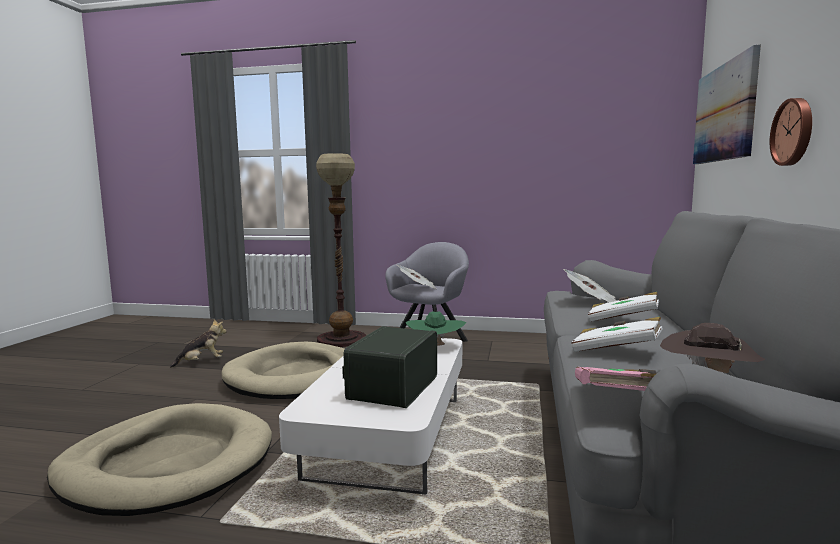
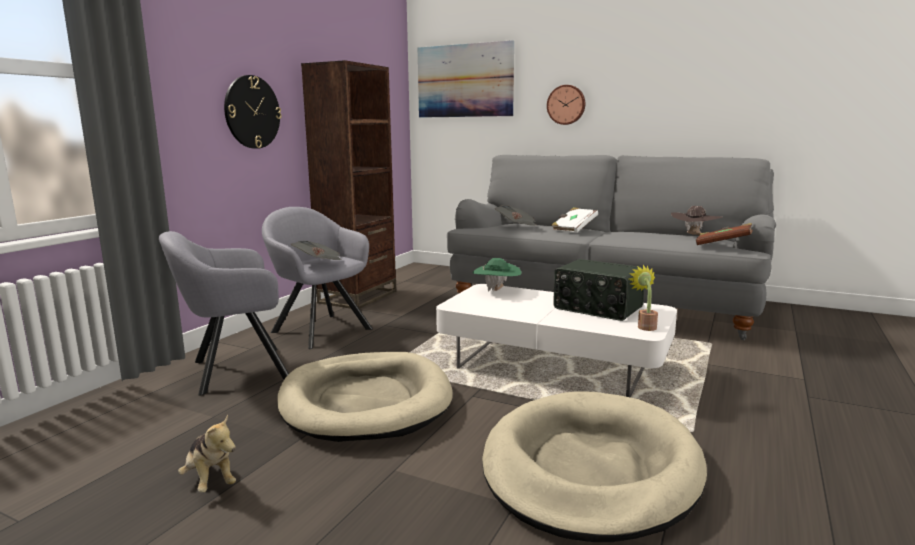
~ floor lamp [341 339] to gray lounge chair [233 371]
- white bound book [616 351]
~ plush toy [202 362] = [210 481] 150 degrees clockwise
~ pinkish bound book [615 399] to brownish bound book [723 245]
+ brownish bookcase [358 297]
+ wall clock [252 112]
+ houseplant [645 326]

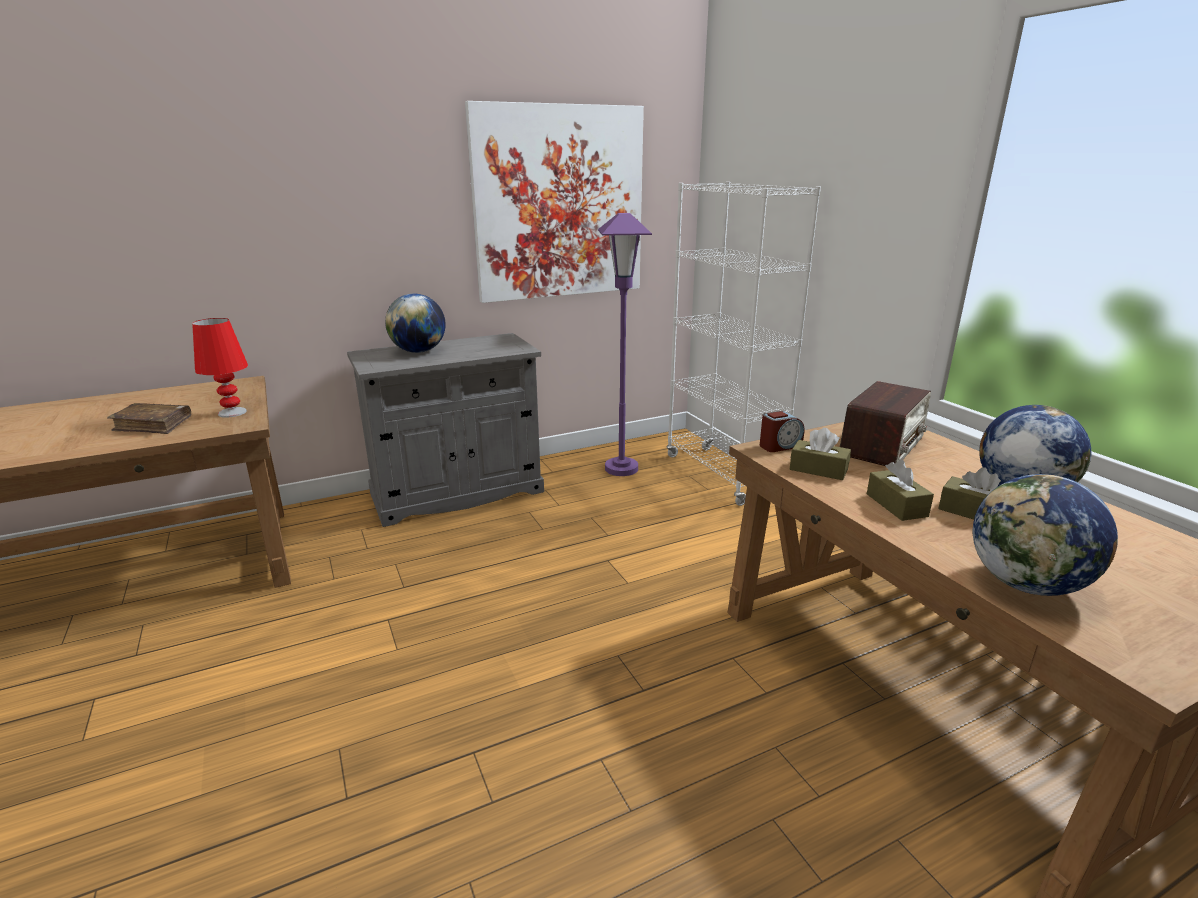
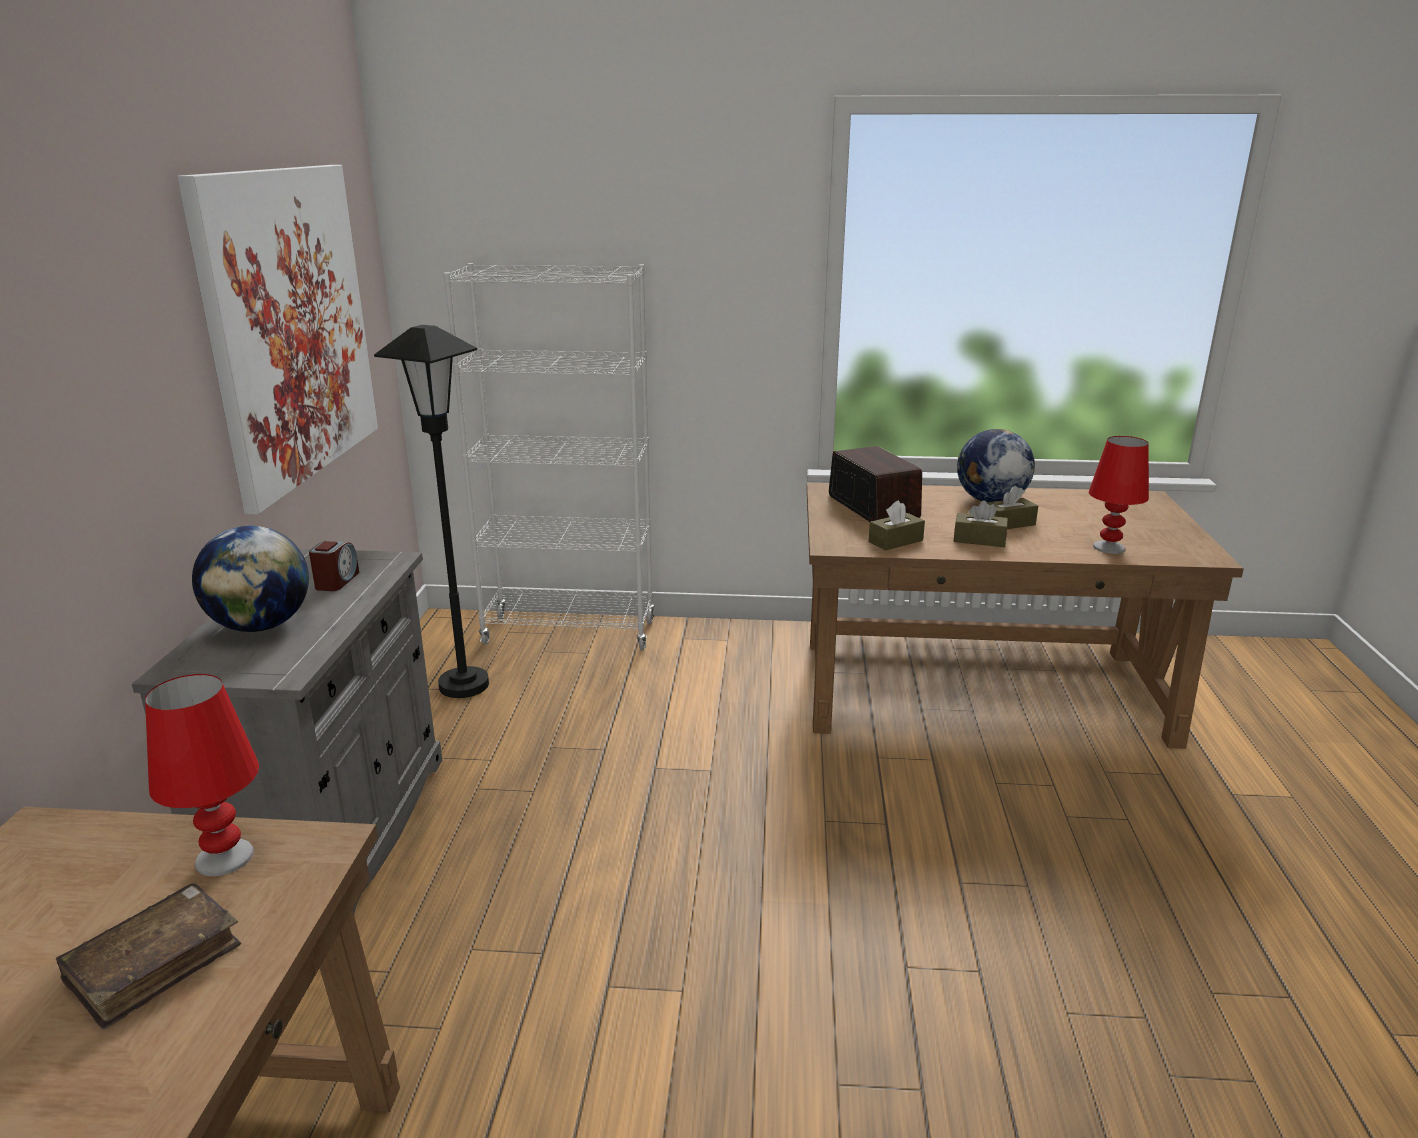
~ purple floor lamp [621 468] to black-coloured floor lamp [463 685]
~ bedside clock [780 446] to [337 581]
~ world globe [1027 584] to red-coloured tabletop lamp [1109 547]

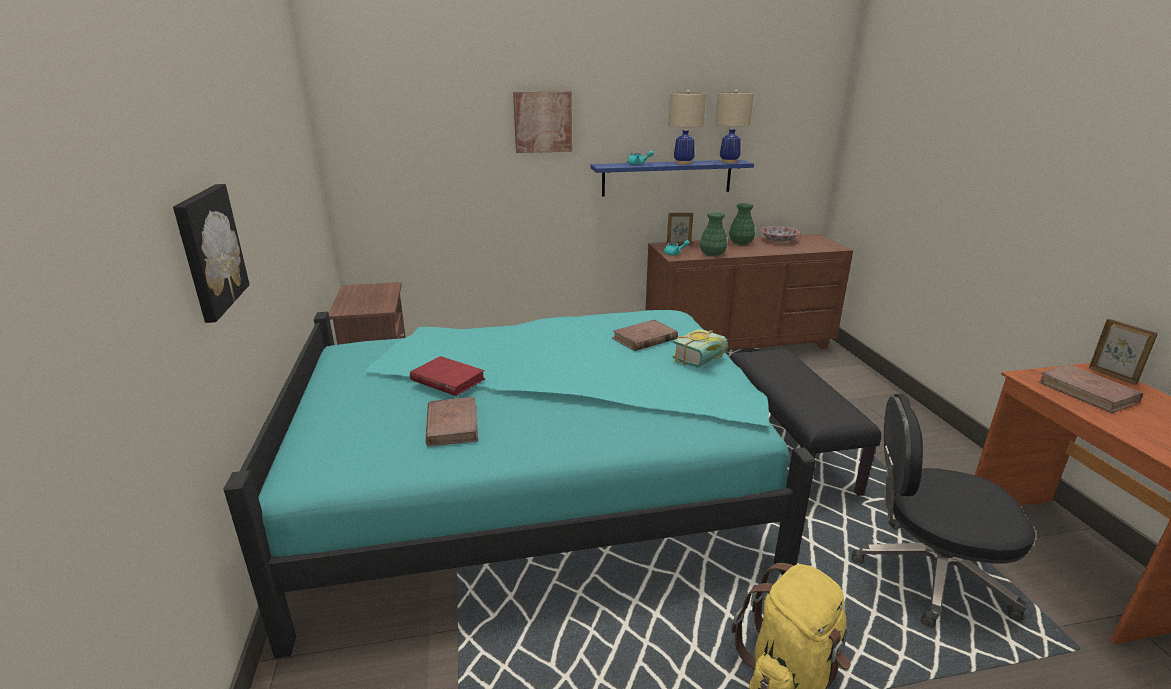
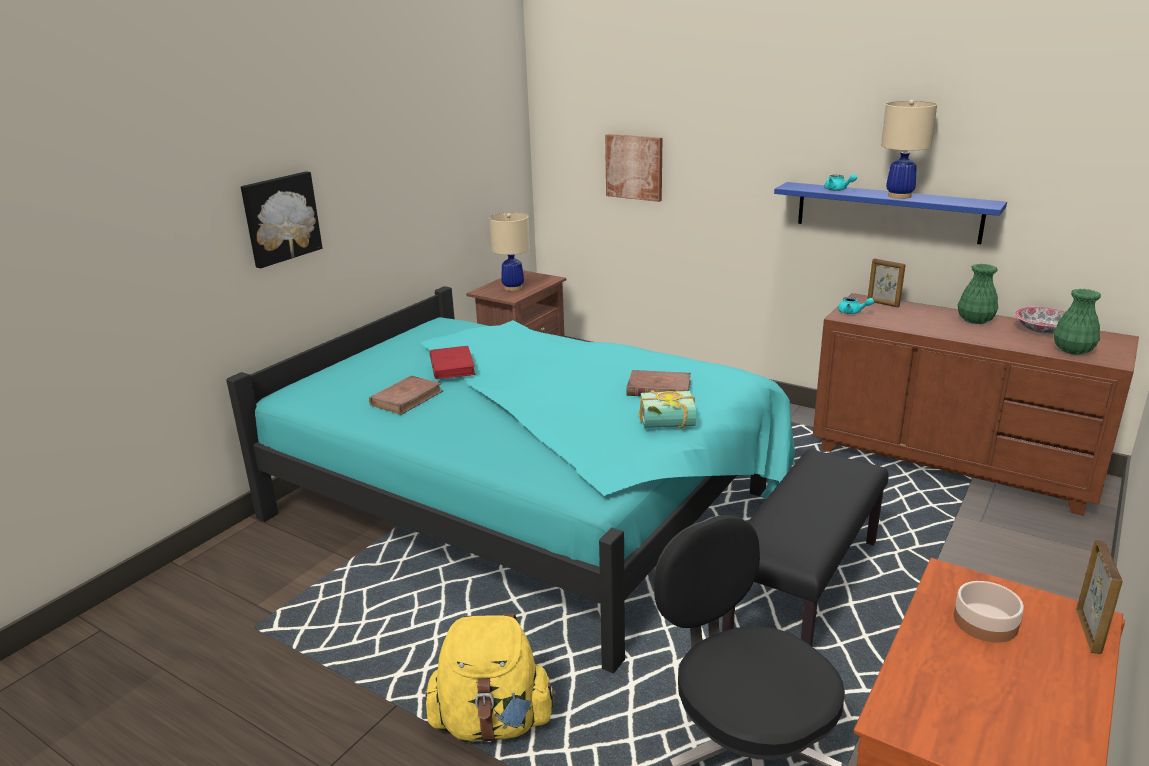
~ sand-coloured tabletop lamp [729 162] to [513 288]
~ picture [543 122] to [634 167]
~ greenish flower vase [712 254] to [1072 350]
~ brownish bound book [1087 392] to bowl [986 622]

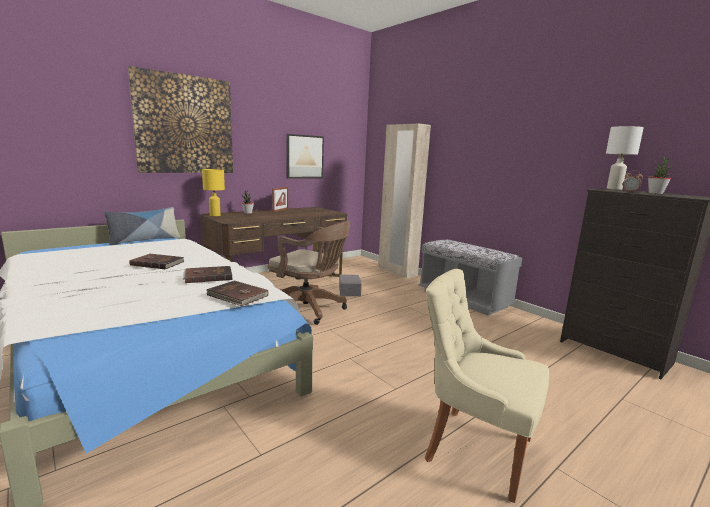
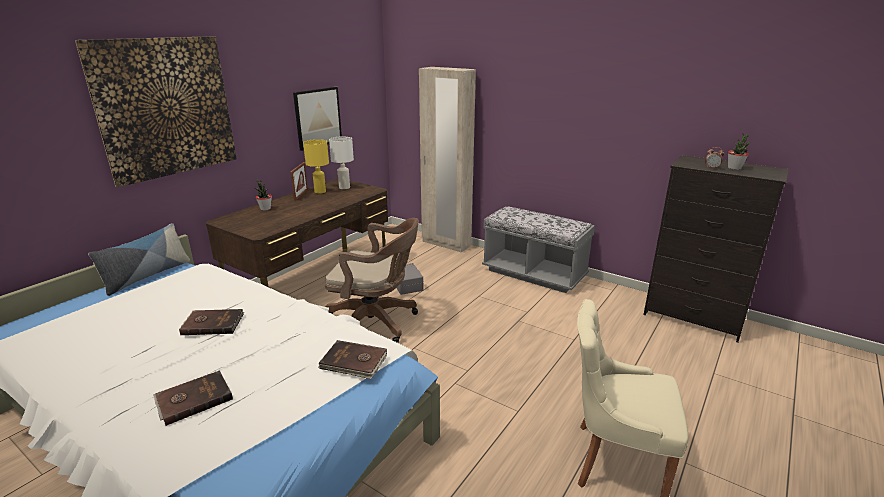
~ white tabletop lamp [614 189] to [344 187]
~ yellow-coloured tabletop lamp [214 215] to [319 191]
~ brownish bound book [208 276] to [193 399]

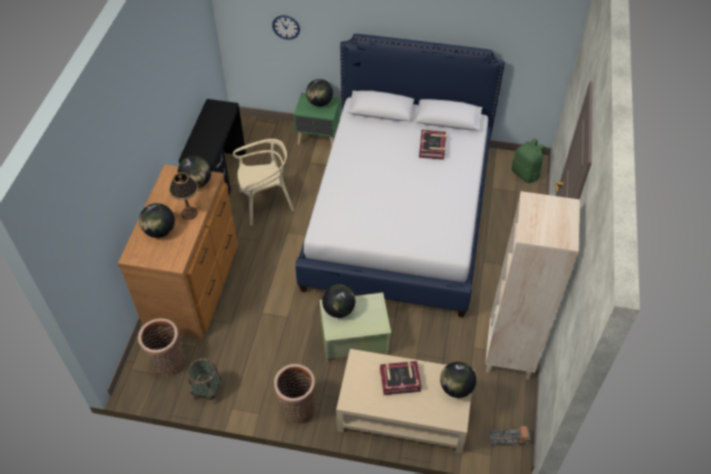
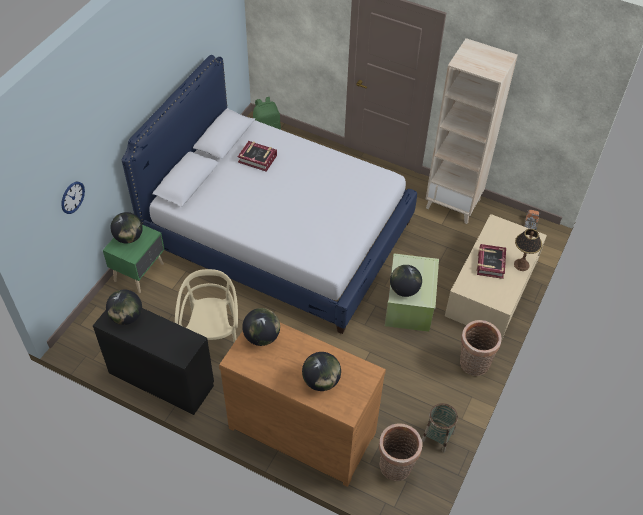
~ tabletop lamp [189 213] to [521 264]
~ world globe [456 388] to [126 317]

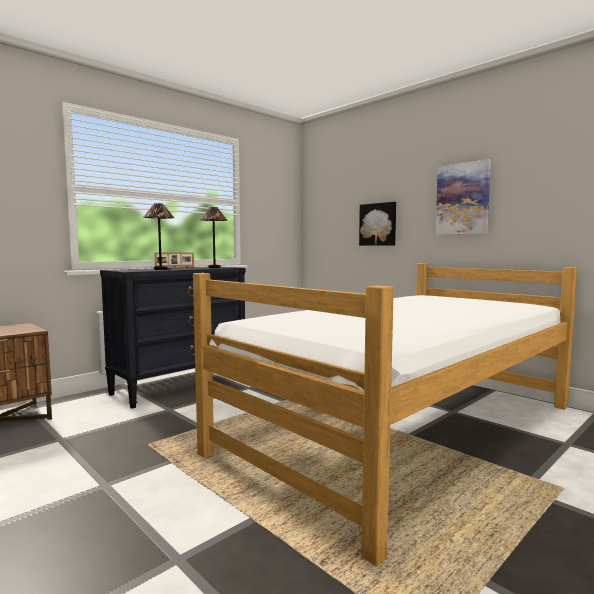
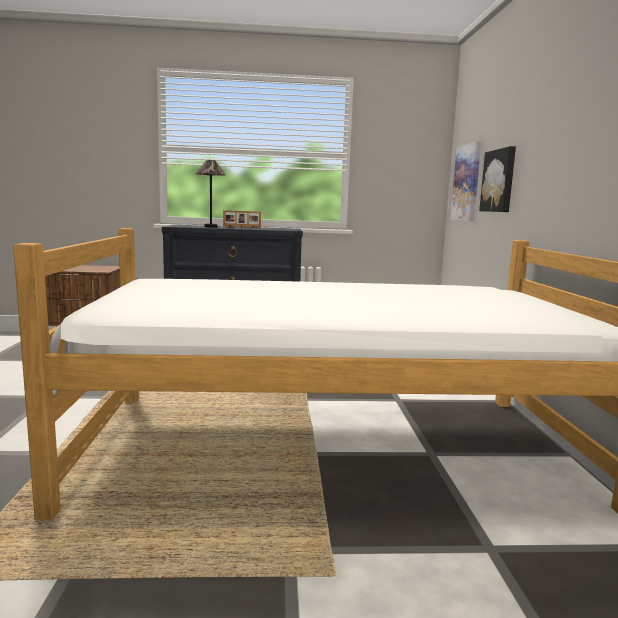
~ picture [462 199] to [467 183]
- tabletop lamp [214 267]

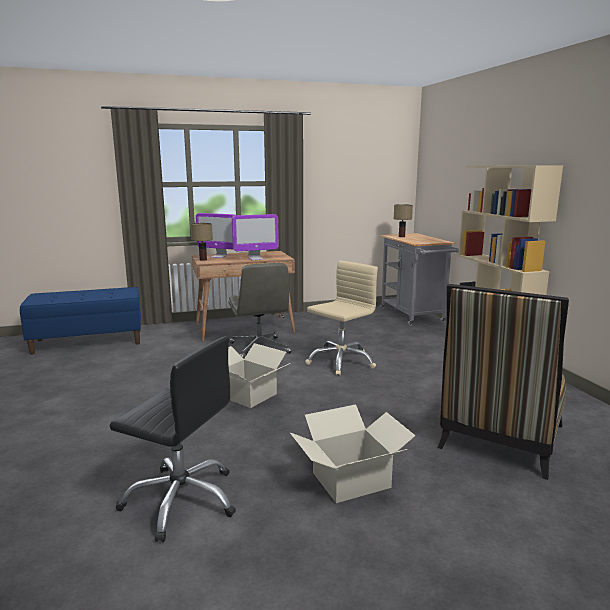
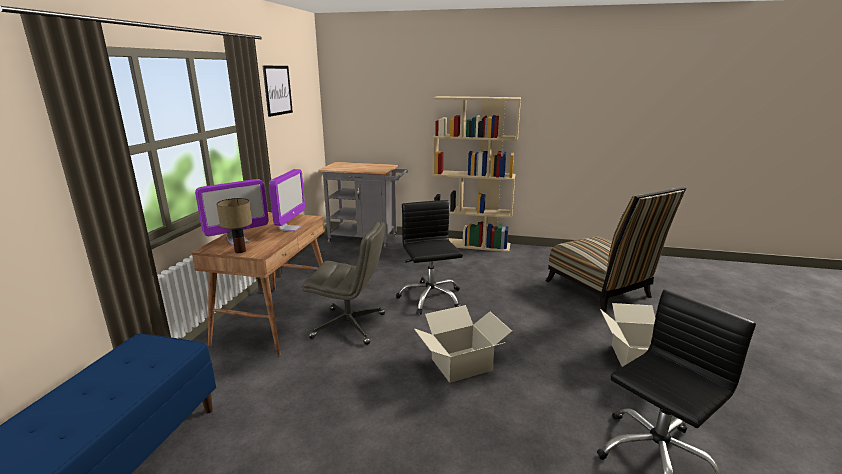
- tabletop lamp [402 236]
~ sand-coloured office chair [341 362] to black-coloured office chair [430 298]
+ picture [277 90]

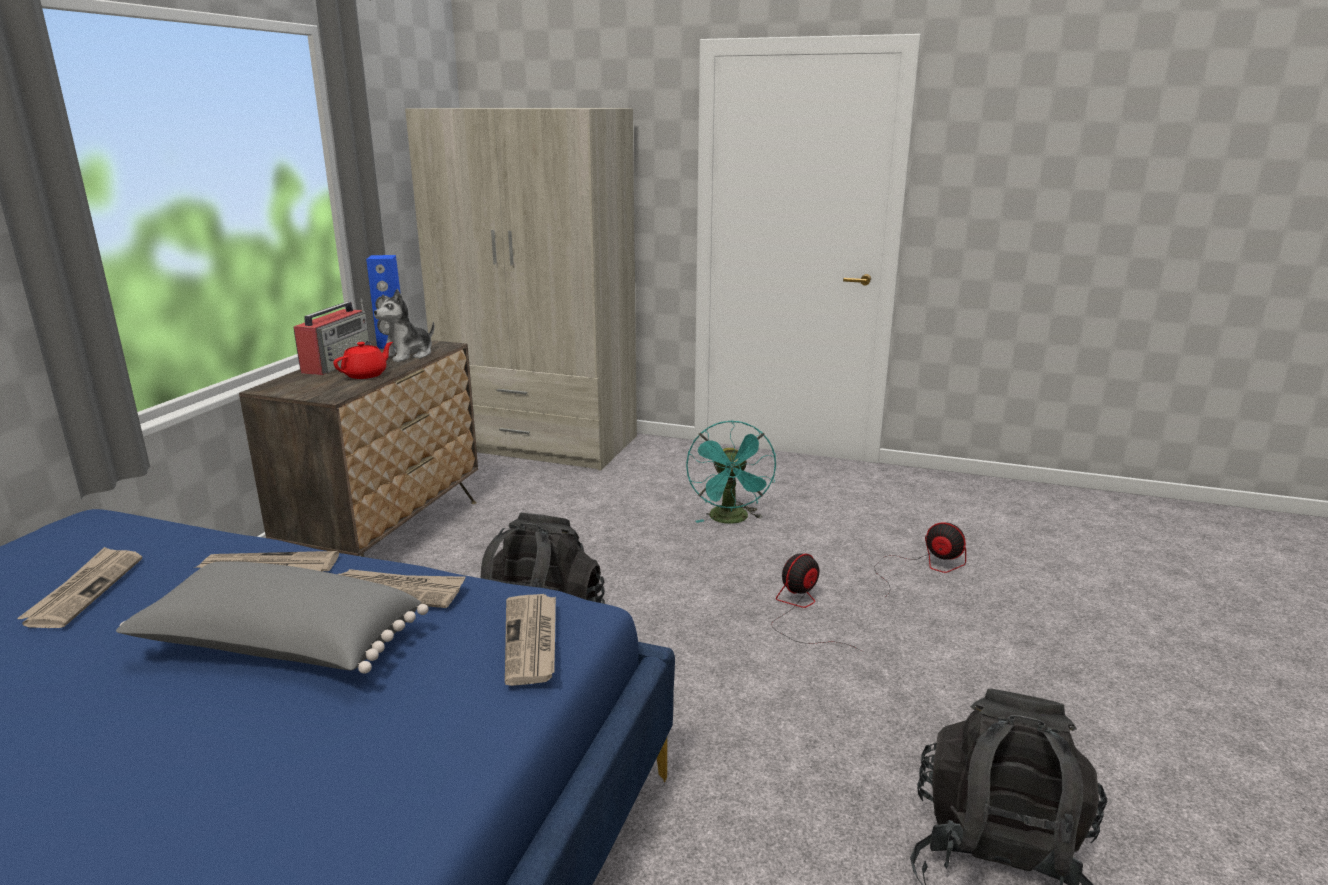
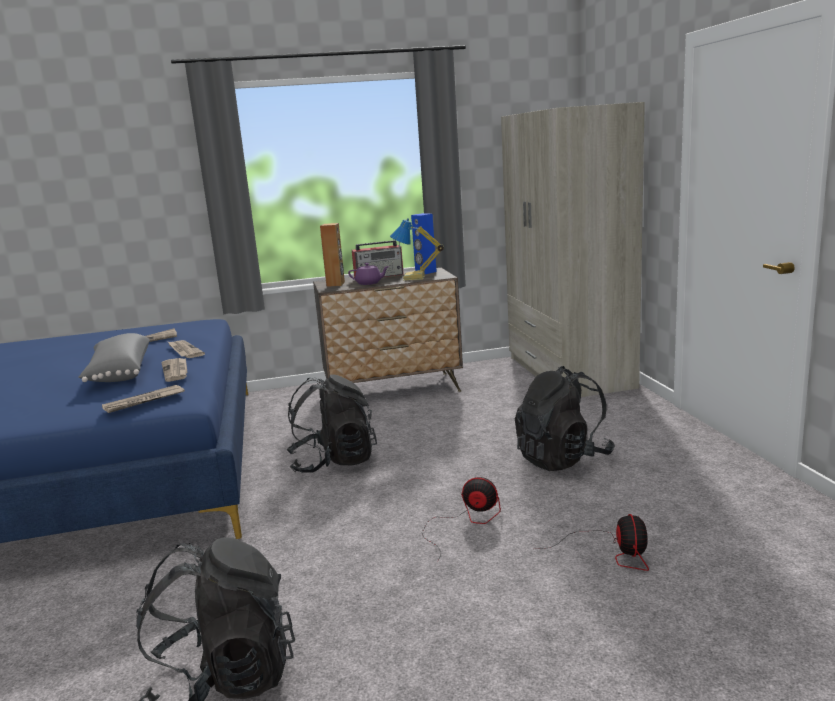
~ plush toy [408 355] to tabletop lamp [414 278]
~ red-coloured teapot [366 375] to purple teapot [369 283]
~ turquoise-coloured electric fan [731 520] to black-coloured knapsack [563 459]
+ brownish audio speaker [336 284]

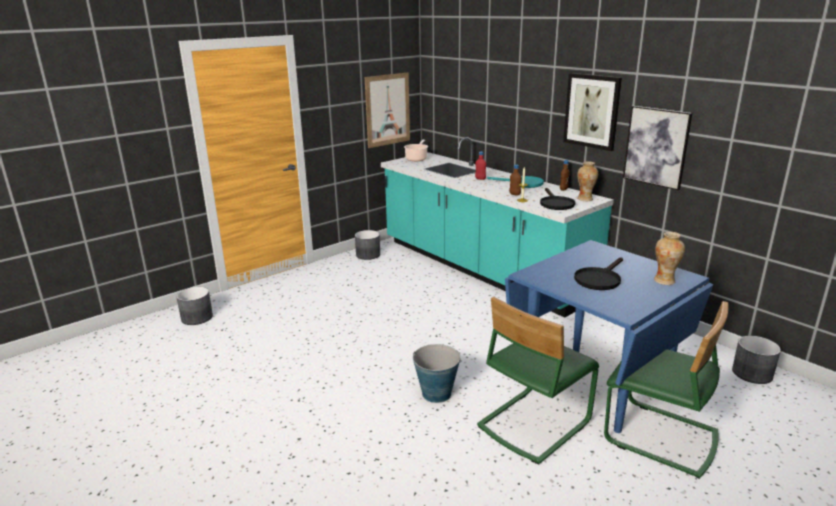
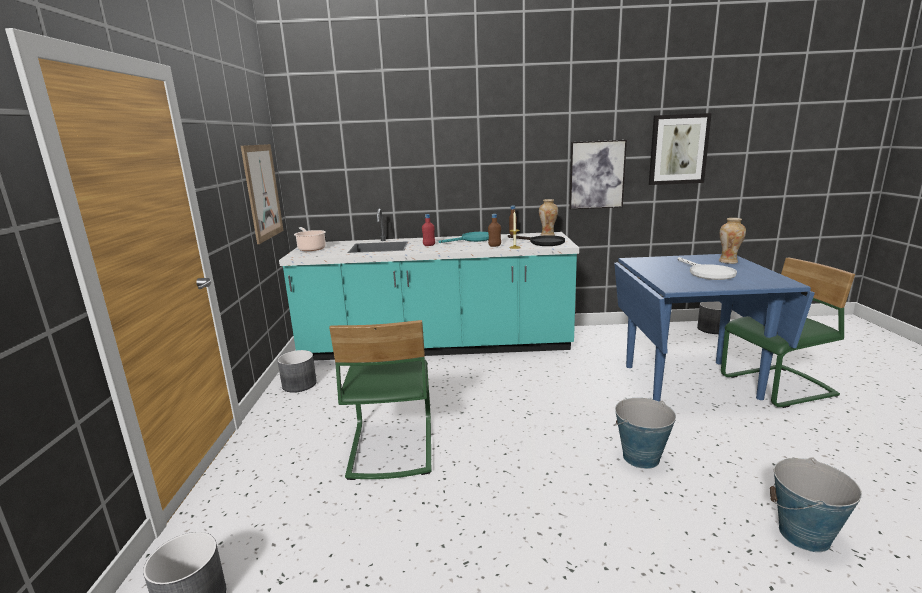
~ picture [592 111] to [678 149]
~ black-coloured skillet [599 279] to white skillet [707 273]
~ greenish upright chair [533 423] to [390 447]
+ bucket [804 535]

